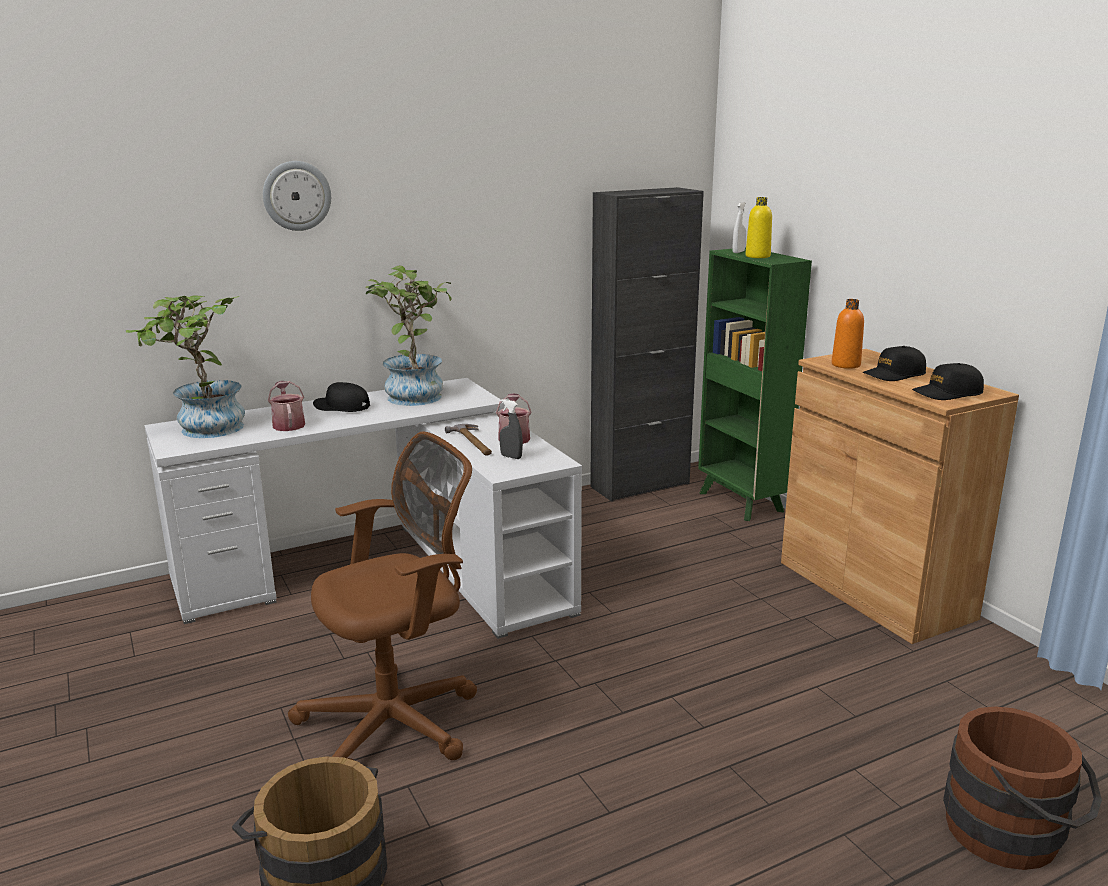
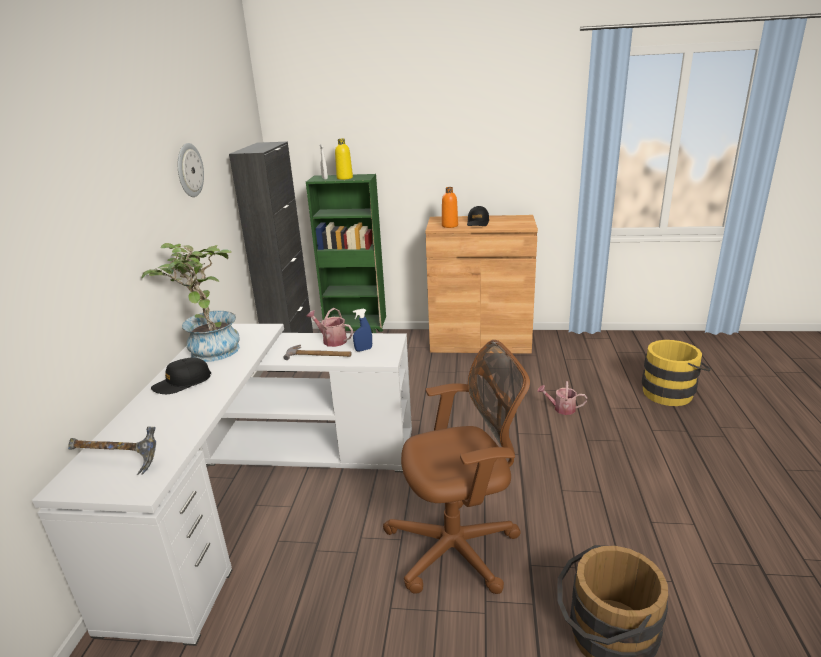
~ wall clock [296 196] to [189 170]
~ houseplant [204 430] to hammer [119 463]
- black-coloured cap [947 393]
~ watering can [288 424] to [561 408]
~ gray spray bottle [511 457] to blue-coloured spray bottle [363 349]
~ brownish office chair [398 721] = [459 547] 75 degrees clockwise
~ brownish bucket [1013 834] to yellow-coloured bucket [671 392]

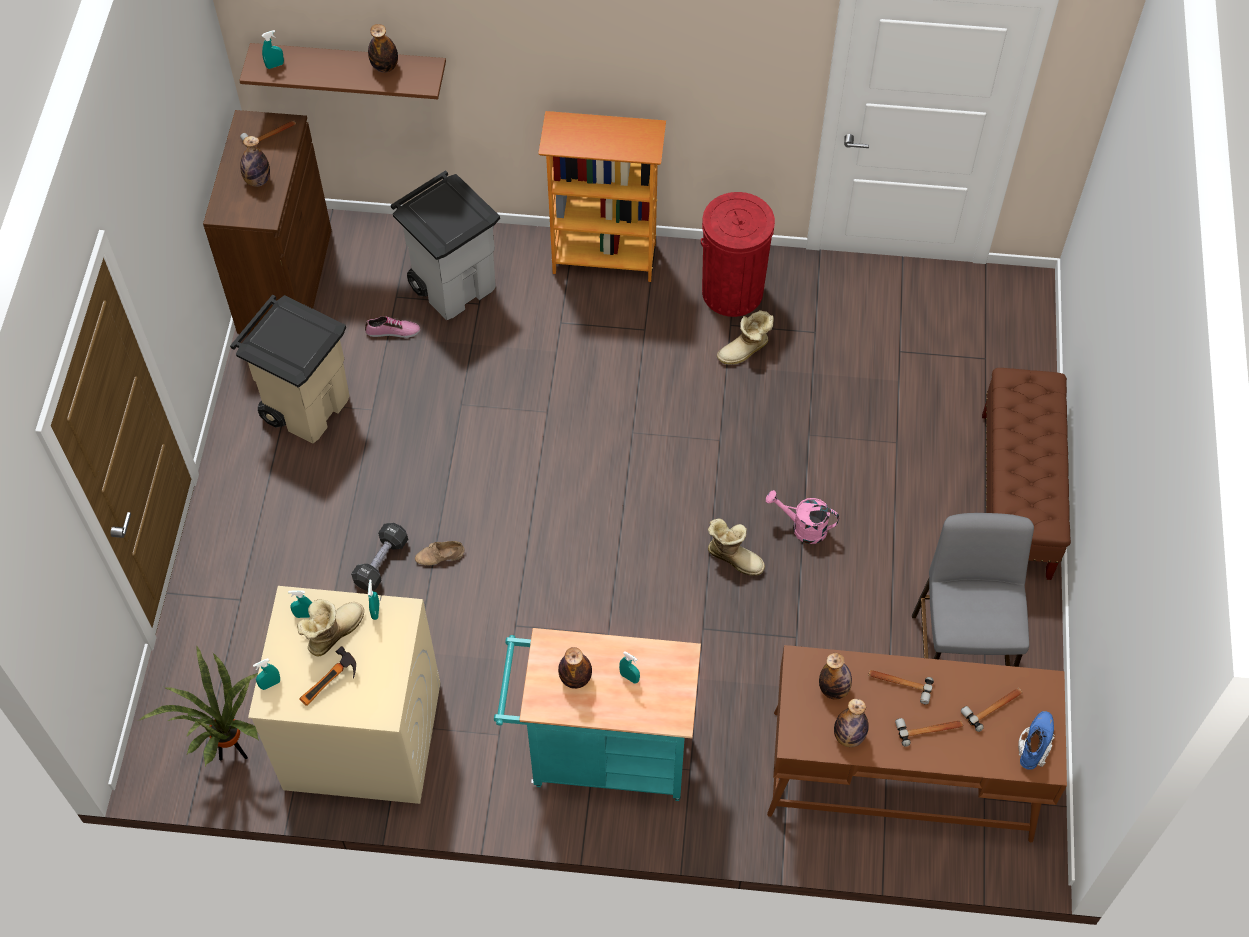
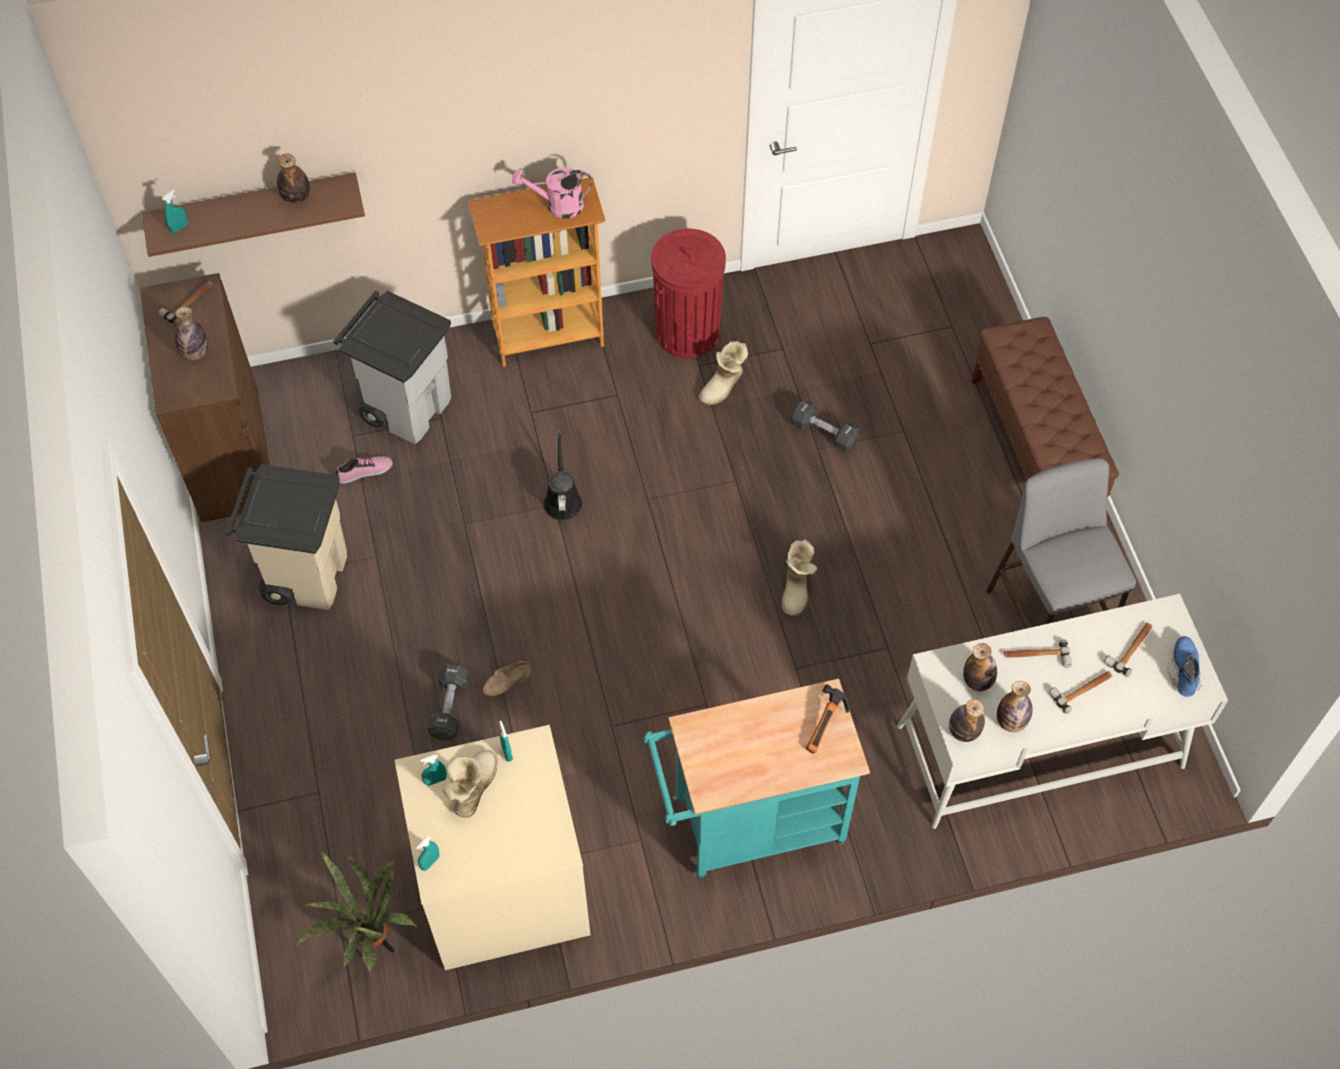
~ pinkish watering can [803 527] to [557 205]
~ high-top boot [734 557] = [797 589] 90 degrees clockwise
~ brownish desk unit [900 774] to white desk unit [1039 746]
~ hammer [331 686] to [827 727]
~ bottle [575 678] to [963 731]
- turquoise-coloured spray bottle [629 677]
+ black-coloured dumbbell [824 433]
+ black-coloured watering can [562 499]

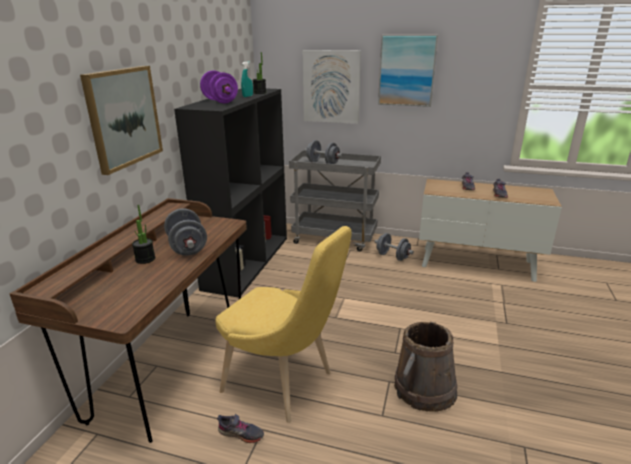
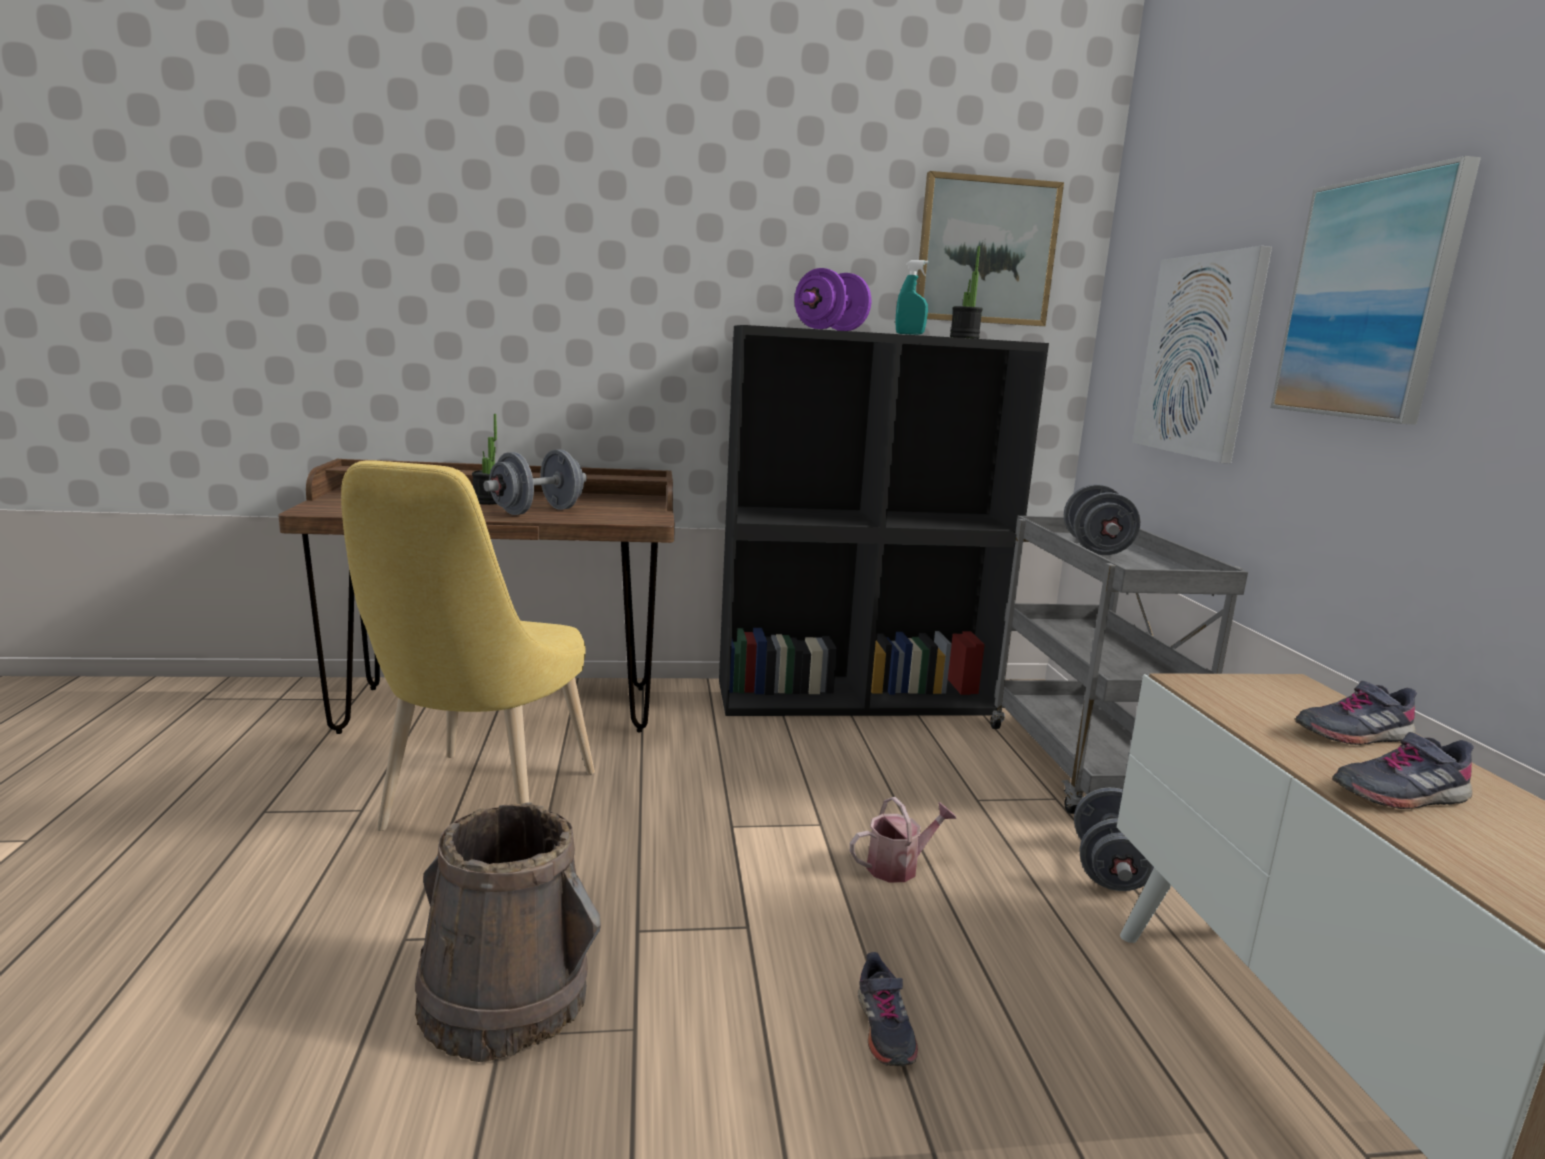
~ picture [123 117] to [985 251]
~ gray shoe [241 434] to [884 1028]
+ watering can [898 866]

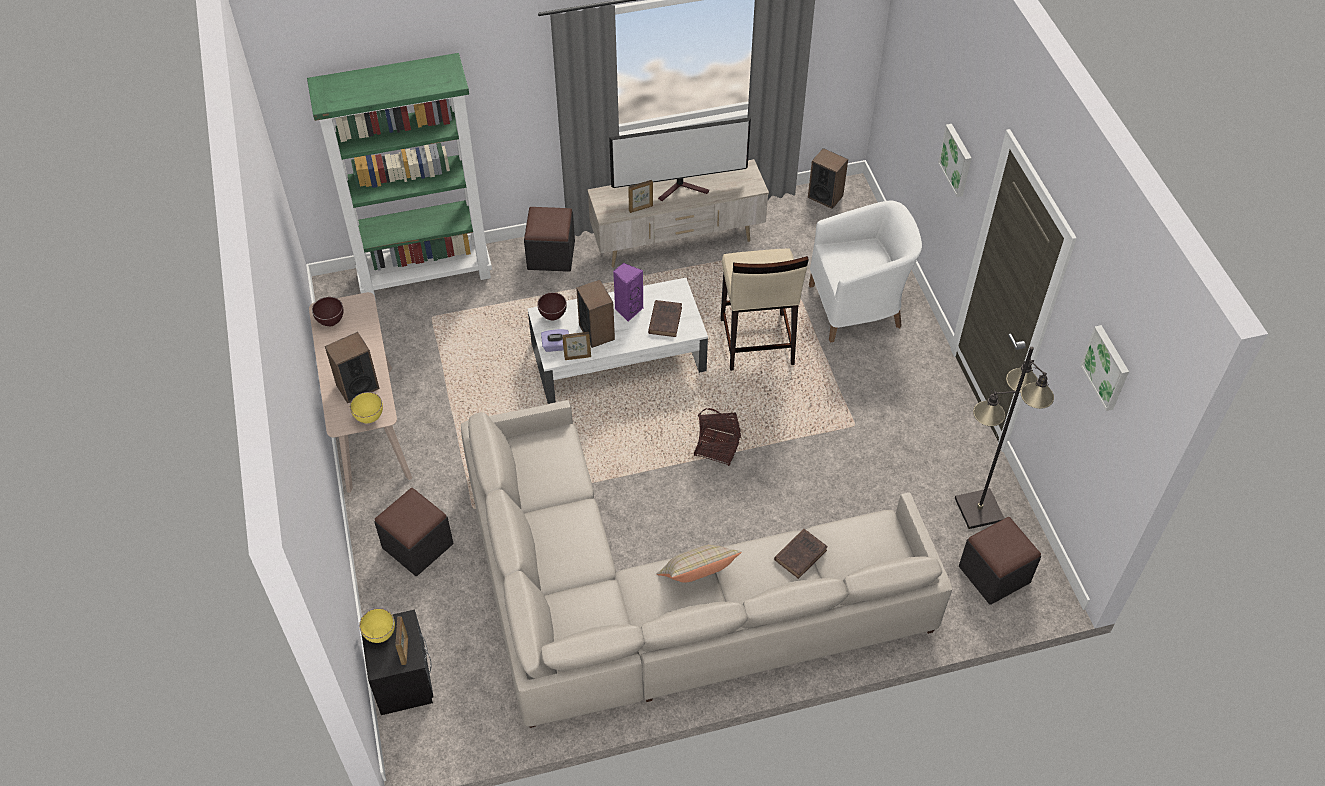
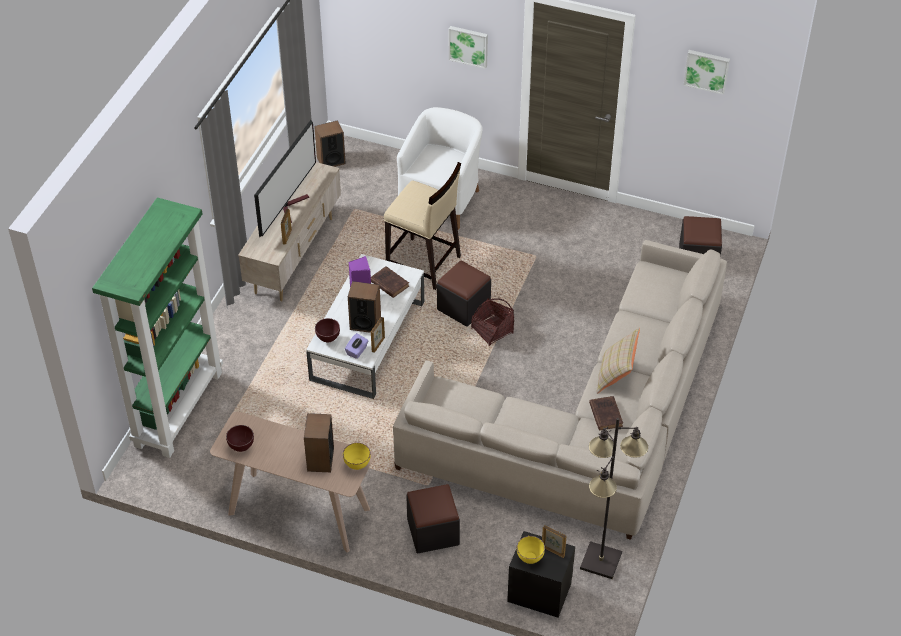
~ black-coloured ottoman [551 255] to [463 307]
~ black-coloured floor lamp [978 510] to [601 561]
~ brownish bound book [801 554] to [605 414]

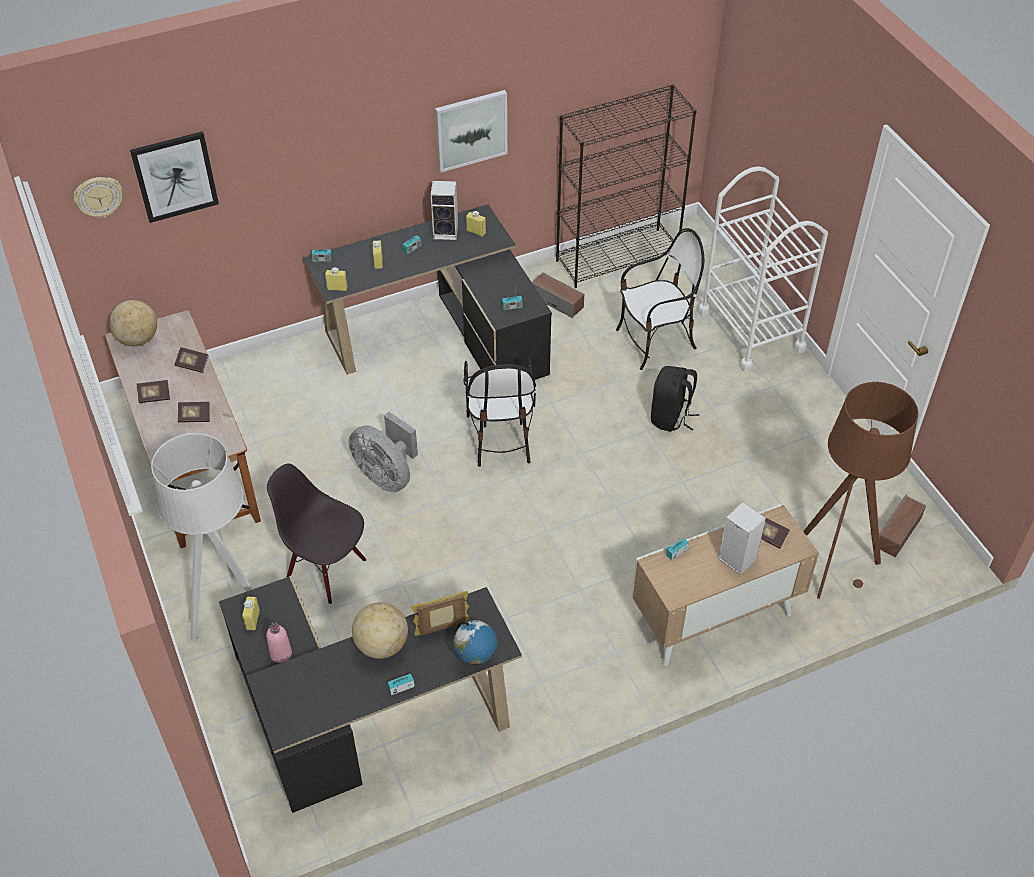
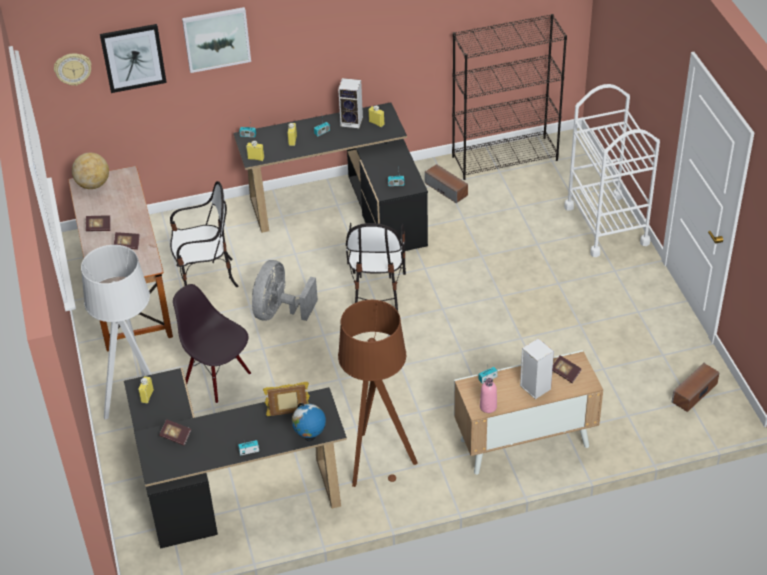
~ picture [471 130] to [216 39]
~ upright chair [655 342] to [206 278]
~ bound book [192 364] to [176 436]
- black-coloured knapsack [671 417]
~ brownish floor lamp [833 564] to [377 461]
~ gray electric fan [387 475] = [279 312] 60 degrees clockwise
- world globe [381 645]
~ pinkish bottle [281 654] to [488 407]

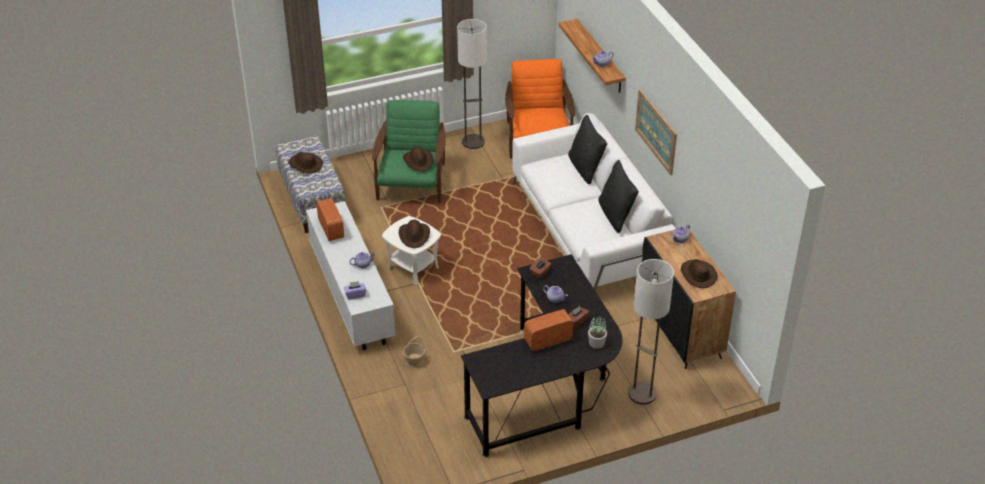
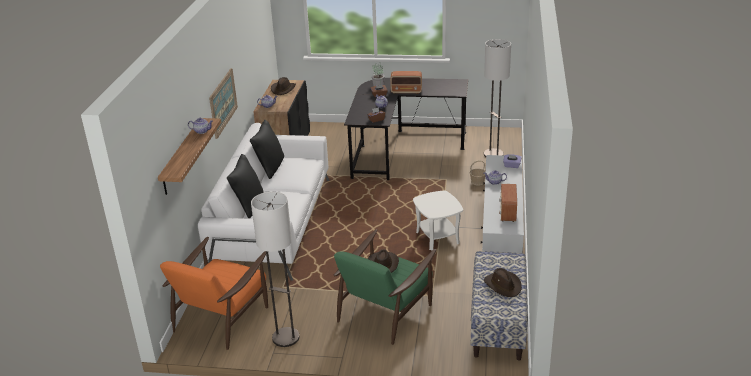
- brownish hat [414 236]
~ floor lamp [642 394] to [493 154]

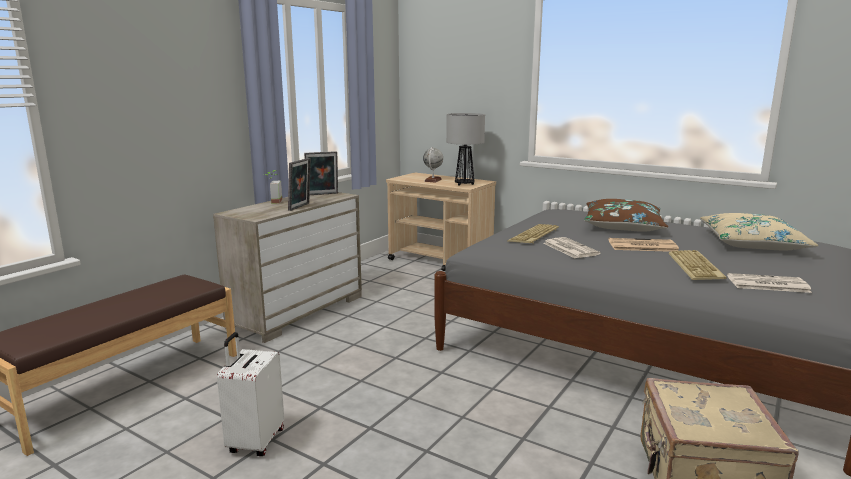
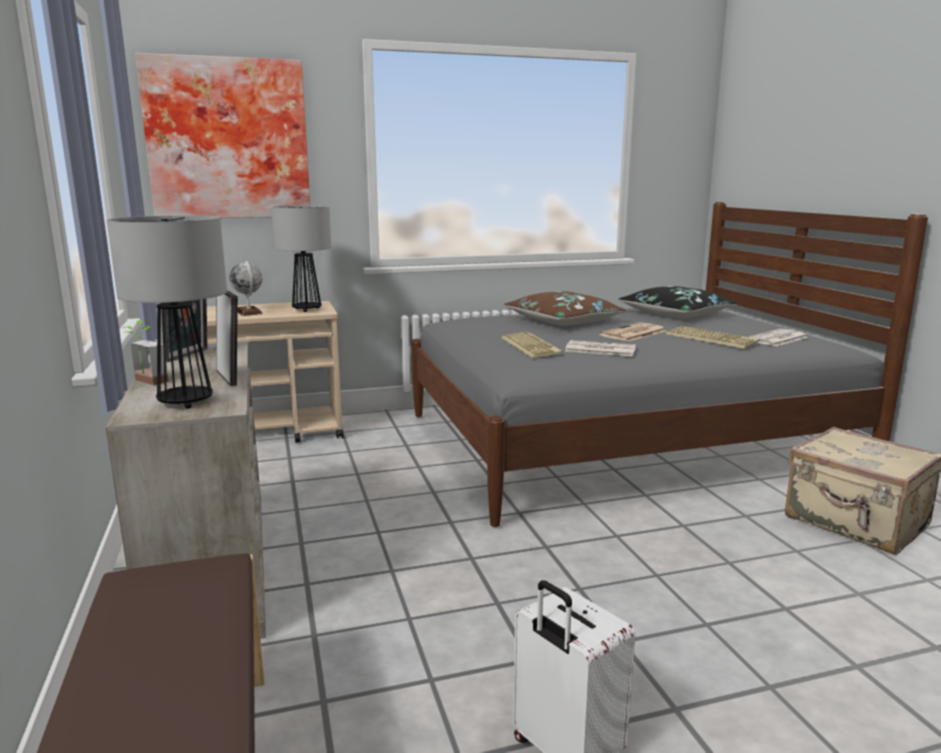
~ sand-coloured throw pillow [752 243] to black-coloured throw pillow [676 314]
+ picture [228 140]
+ tabletop lamp [186 402]

